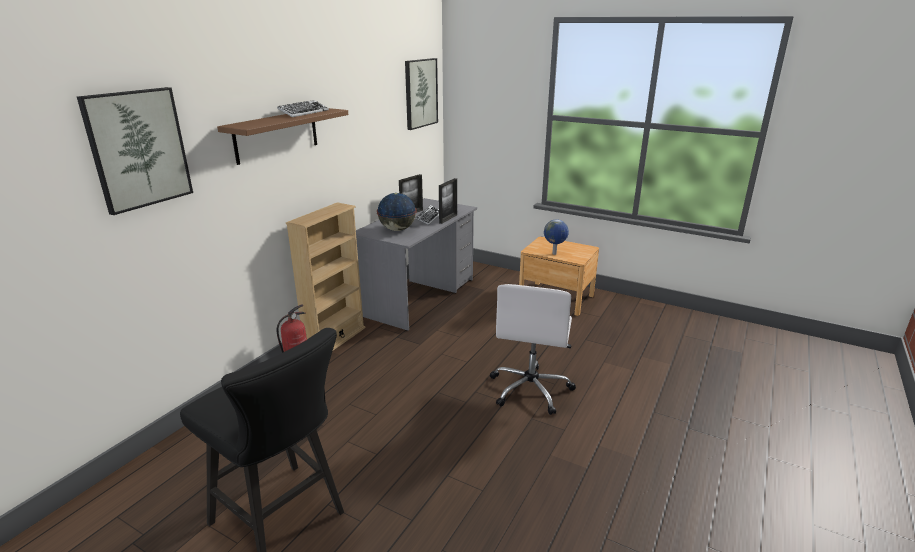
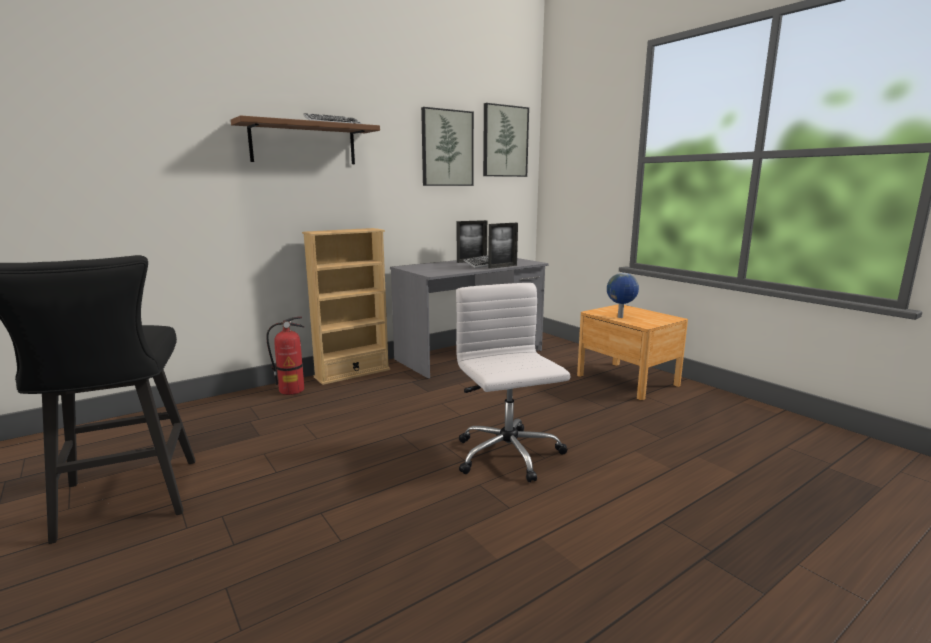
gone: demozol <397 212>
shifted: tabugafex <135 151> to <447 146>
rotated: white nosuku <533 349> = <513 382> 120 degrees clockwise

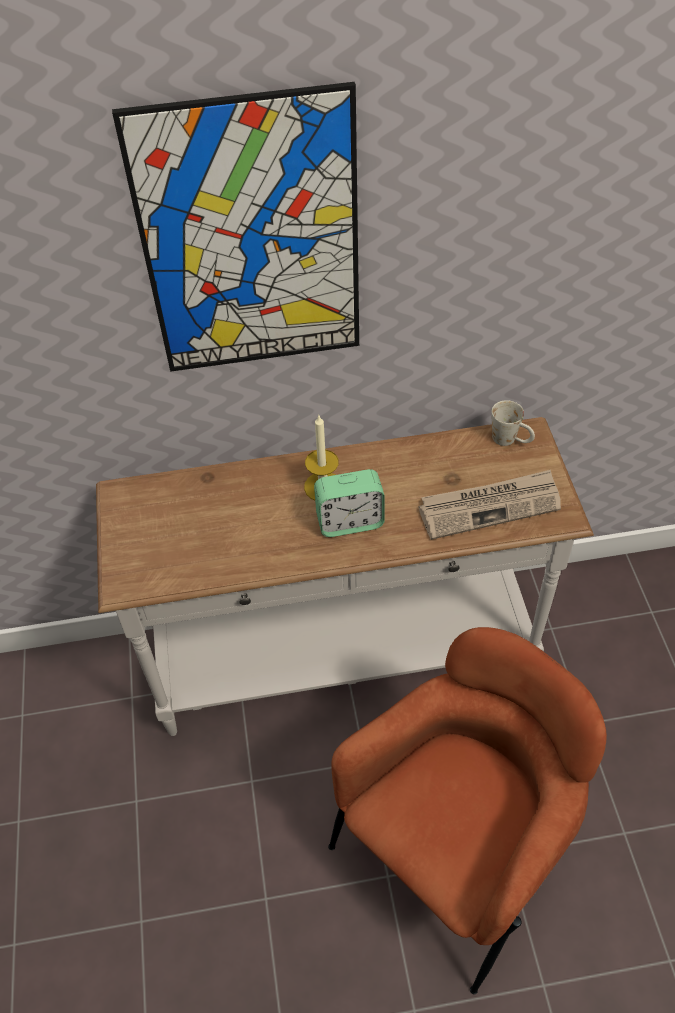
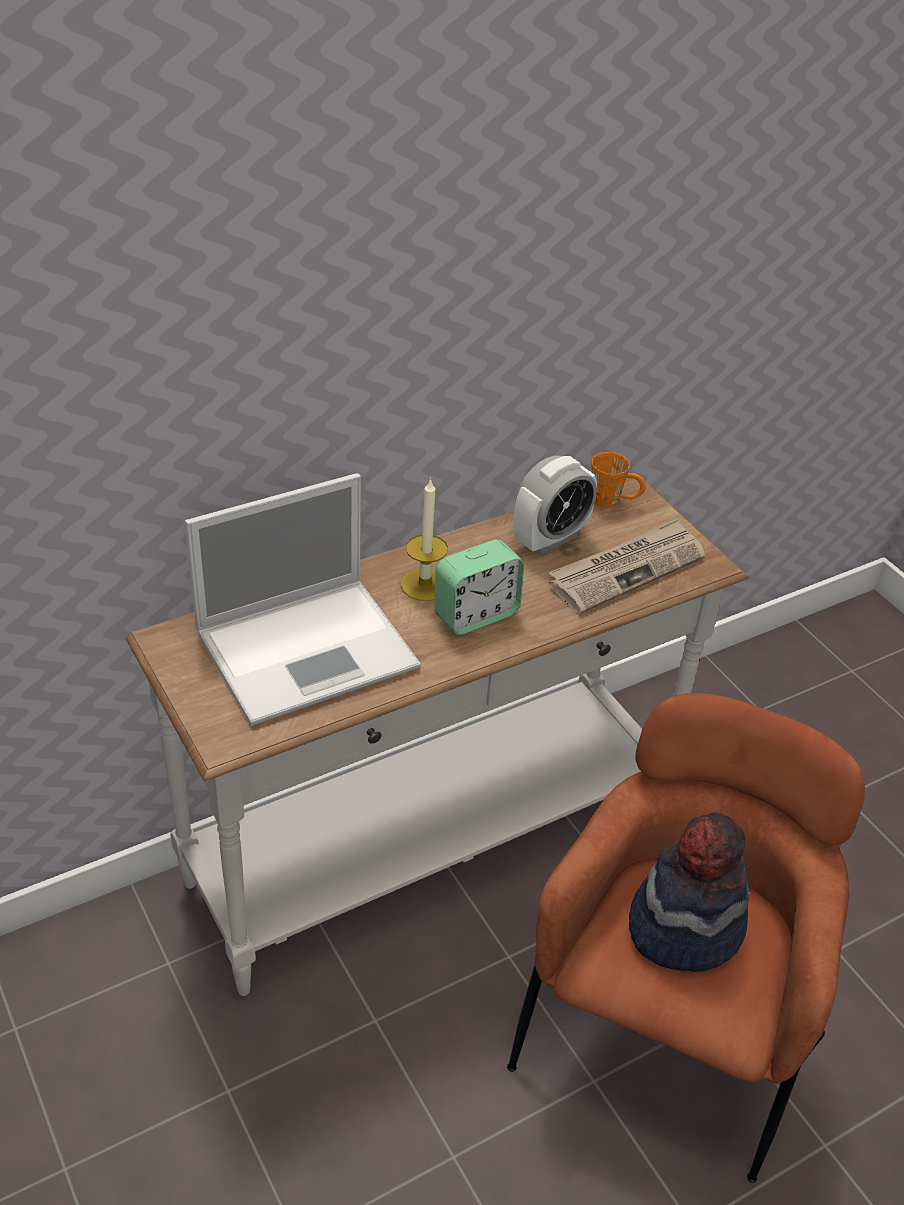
gone: tabugafex <235 227>
new: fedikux <303 599>; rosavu <555 505>; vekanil <689 892>
repainted: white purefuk <513 423> to orange purefuk <618 479>

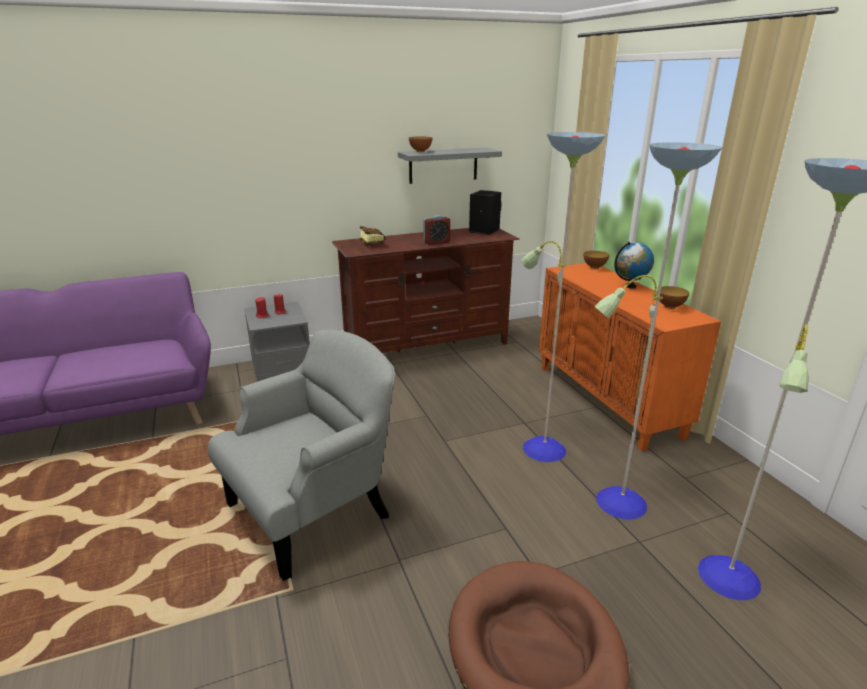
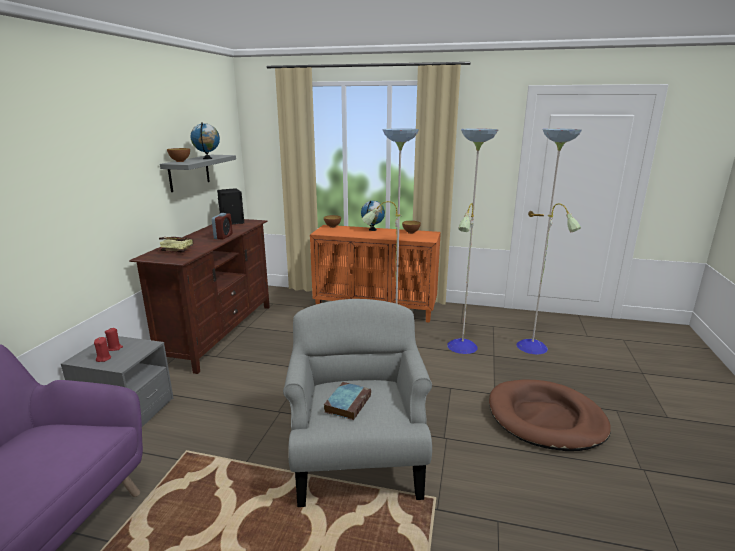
new: demozol <205 140>; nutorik <347 401>

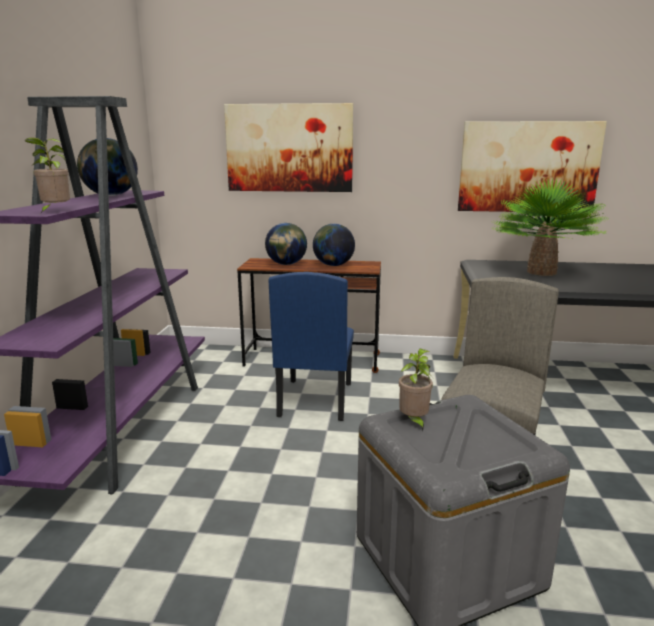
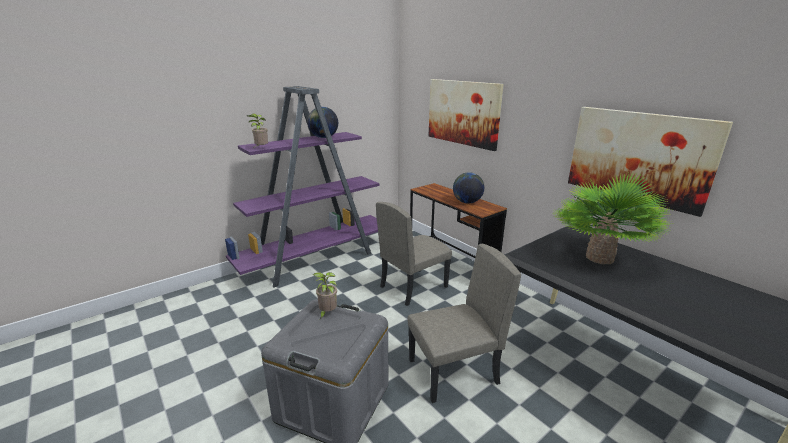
gone: demozol <286 244>
repainted: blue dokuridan <311 346> to beige dokuridan <414 254>

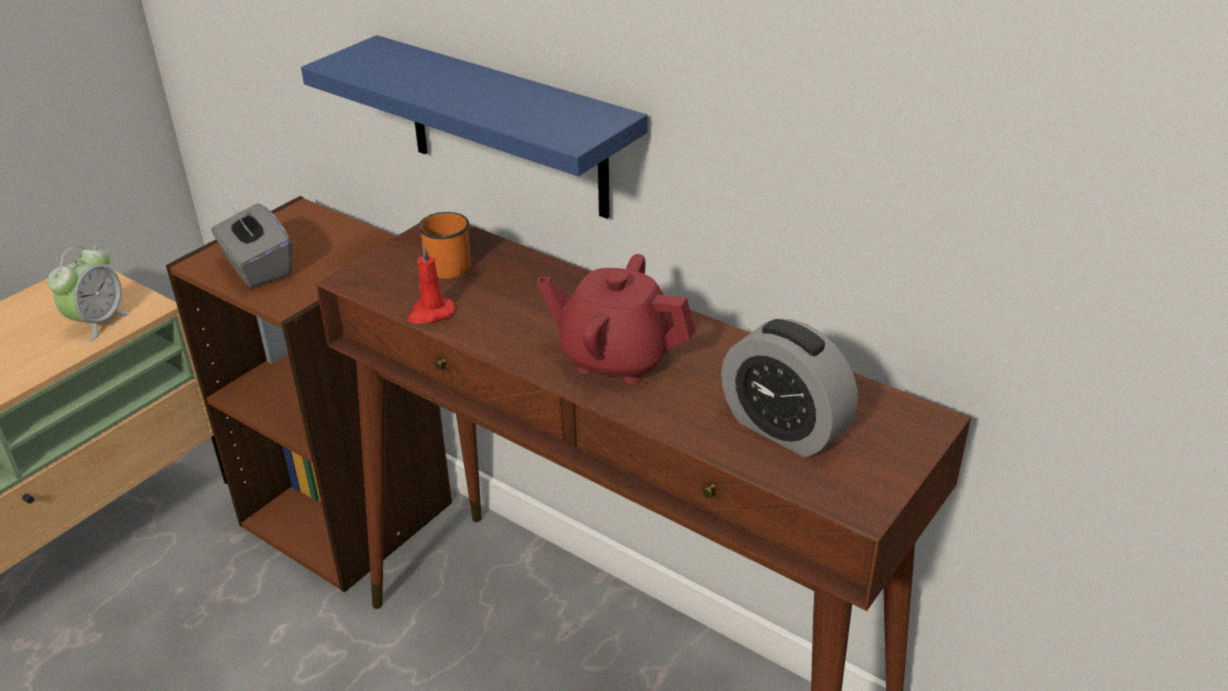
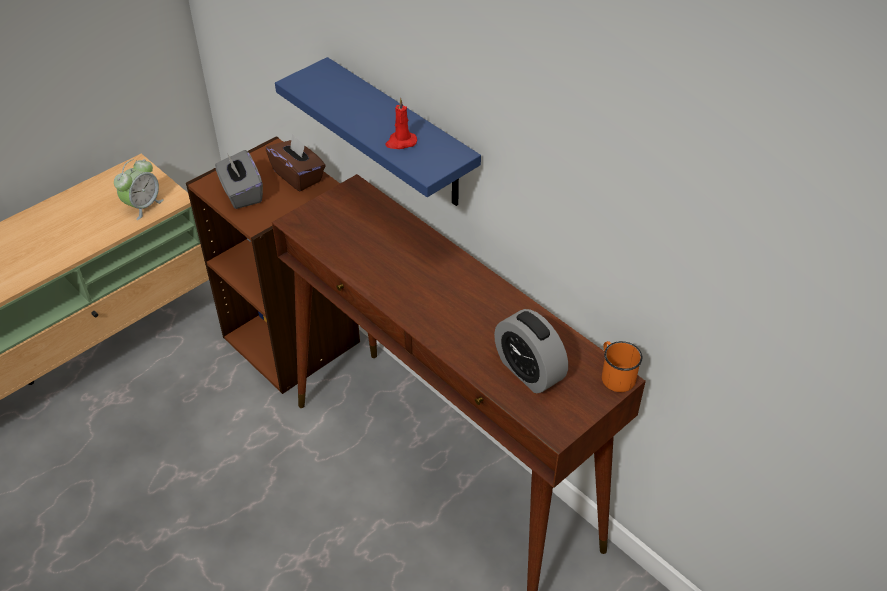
gone: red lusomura <616 319>
new: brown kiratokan <296 162>
shifted: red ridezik <431 284> to <401 123>; orange purefuk <444 245> to <622 366>

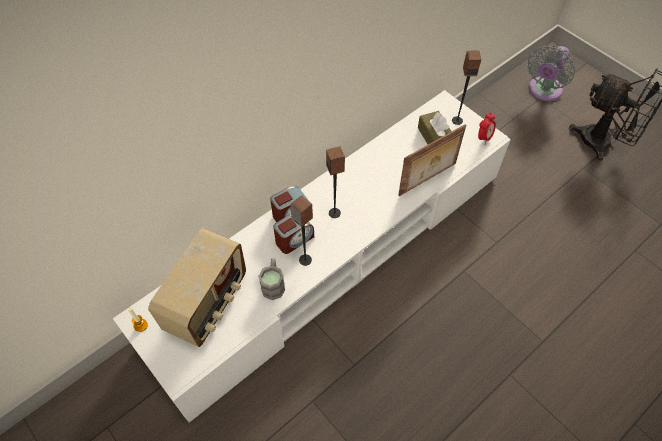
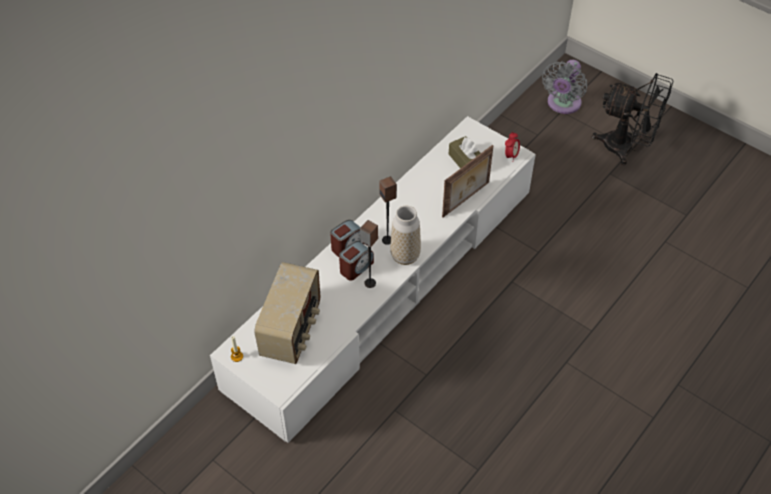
gone: grey purefuk <271 279>; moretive <466 88>
new: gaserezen <405 235>

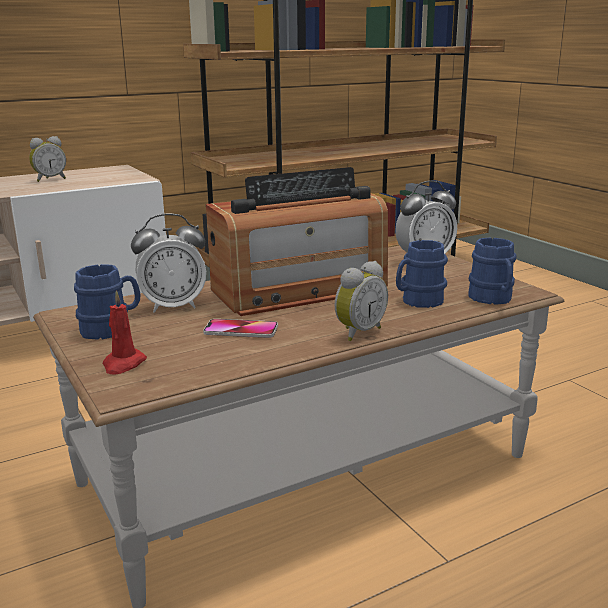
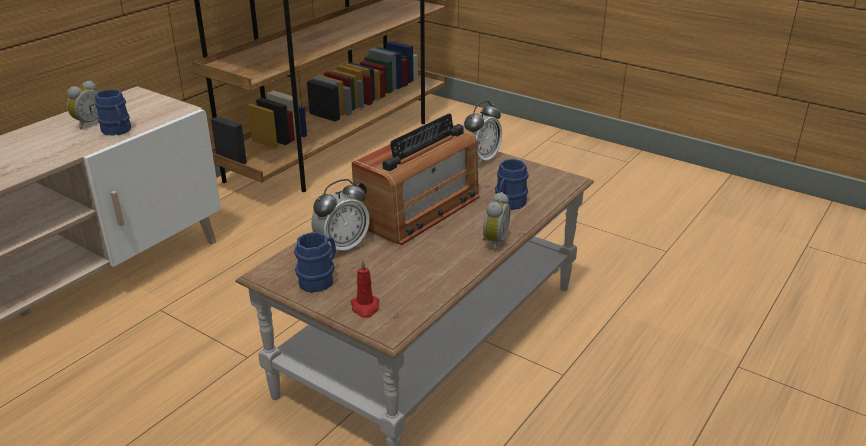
gone: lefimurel <240 328>
shifted: blue purefuk <492 271> to <113 112>

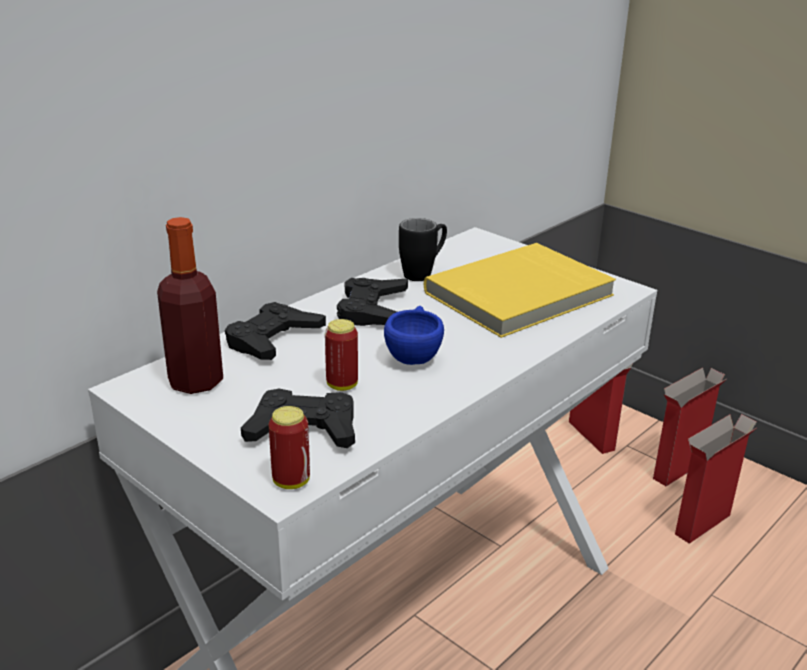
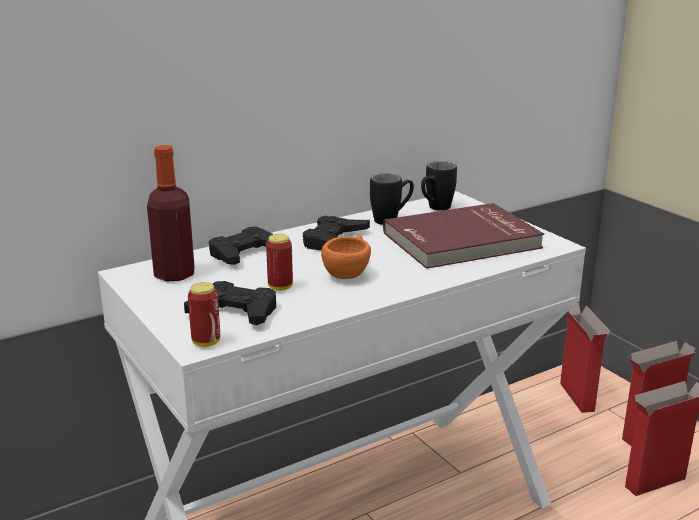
new: black purefuk <439 186>
repainted: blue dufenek <414 335> to orange dufenek <346 257>; yellow nutorik <520 290> to red nutorik <463 236>

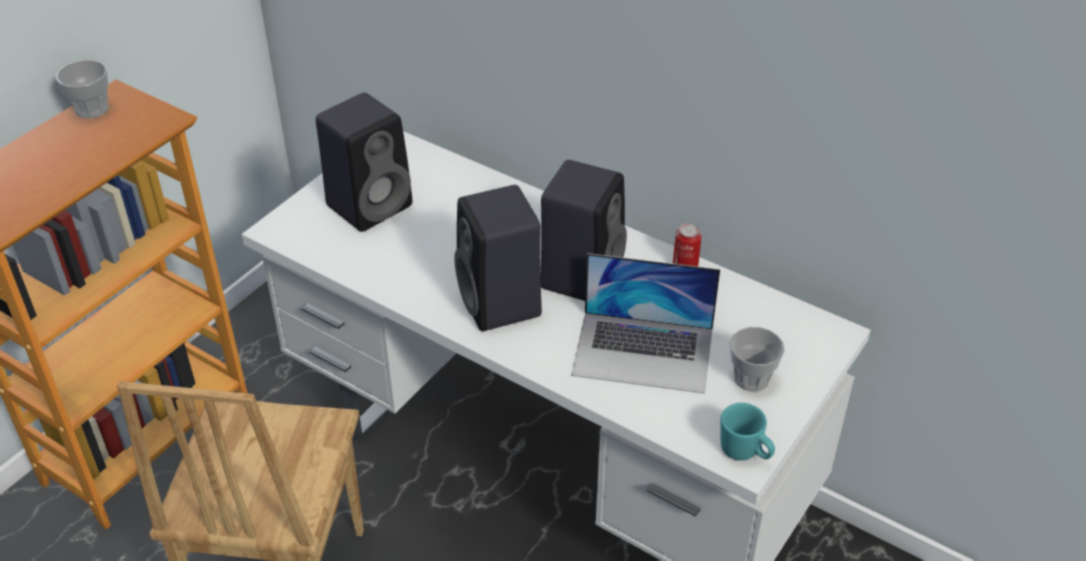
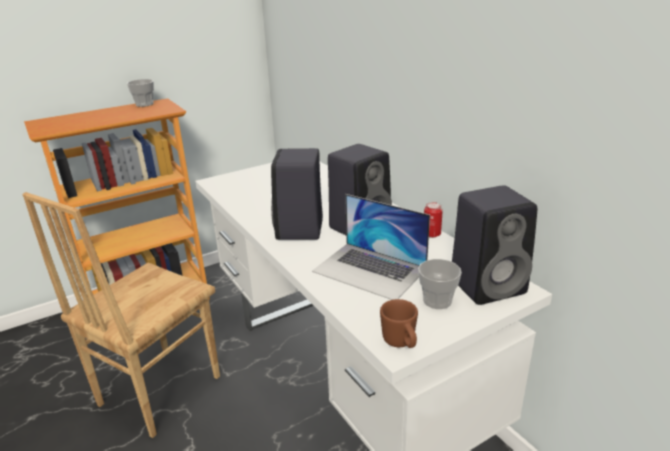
shifted: black moretive <364 162> to <494 245>
repainted: turquoise purefuk <747 431> to brown purefuk <399 323>

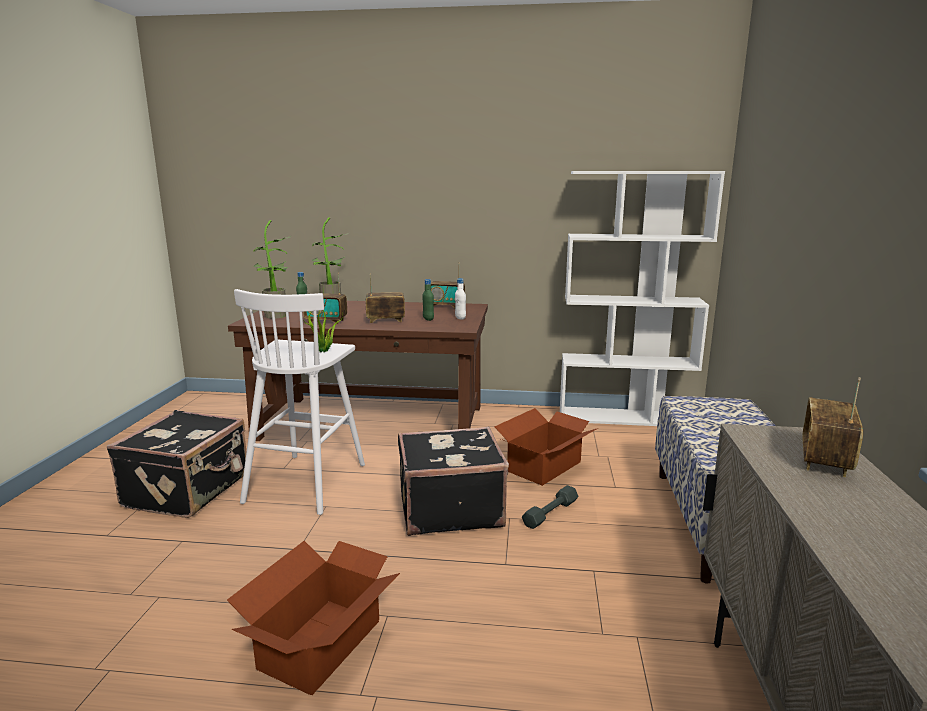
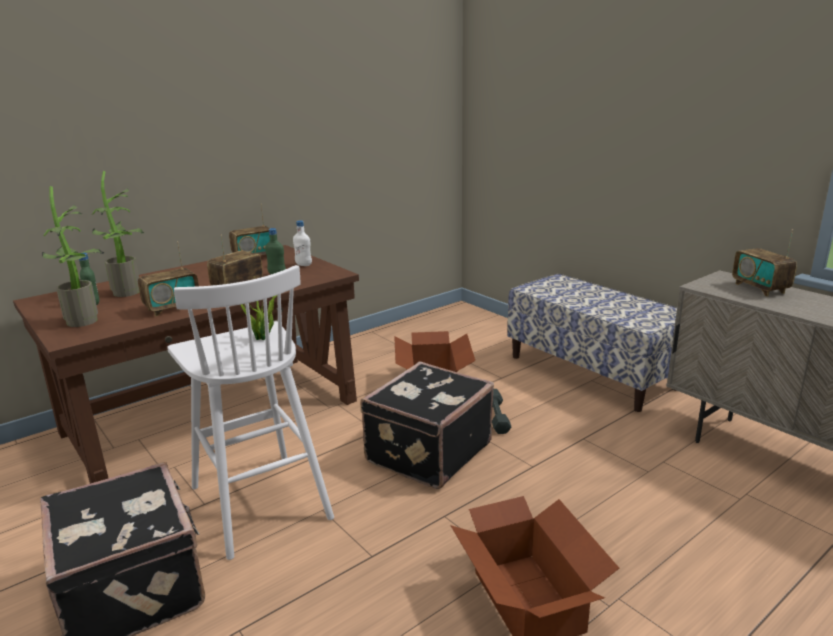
gone: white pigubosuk <642 298>

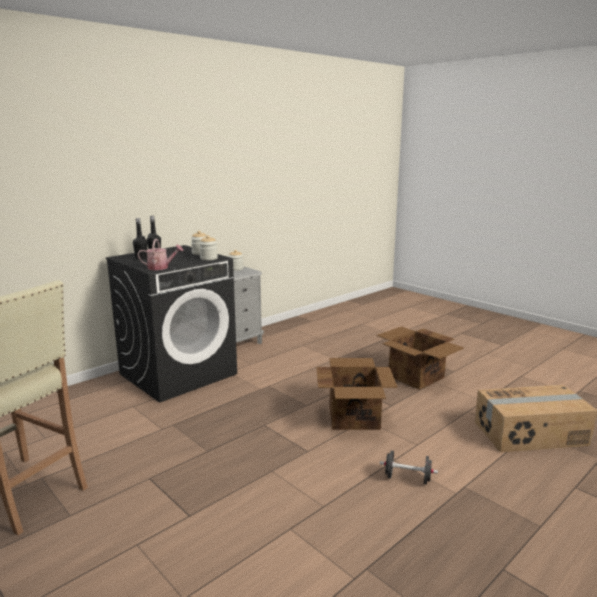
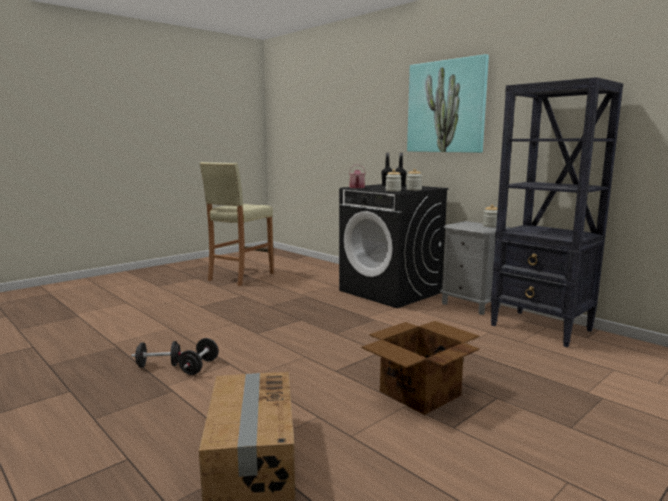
gone: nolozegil <357 394>
new: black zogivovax <157 354>; tabugafex <448 103>; black pigubosuk <556 212>

